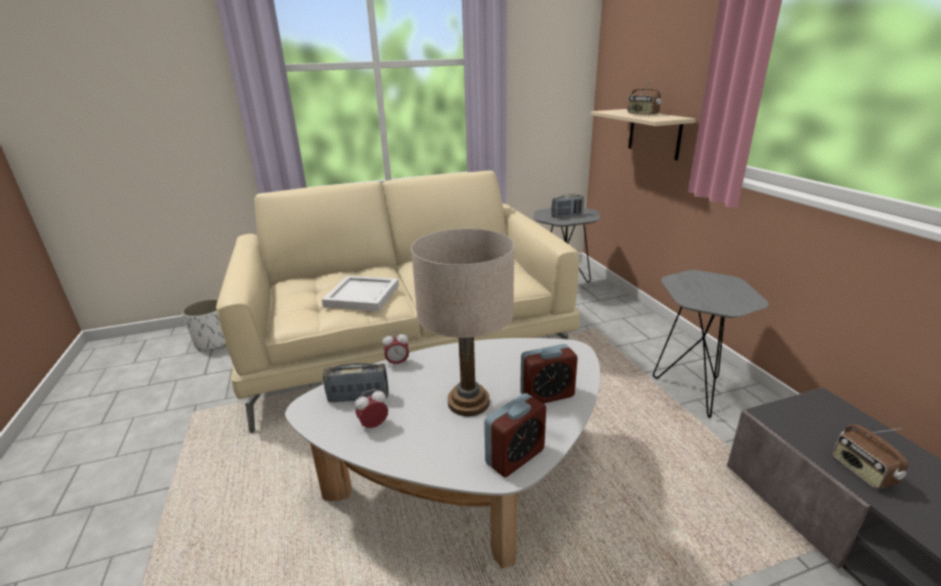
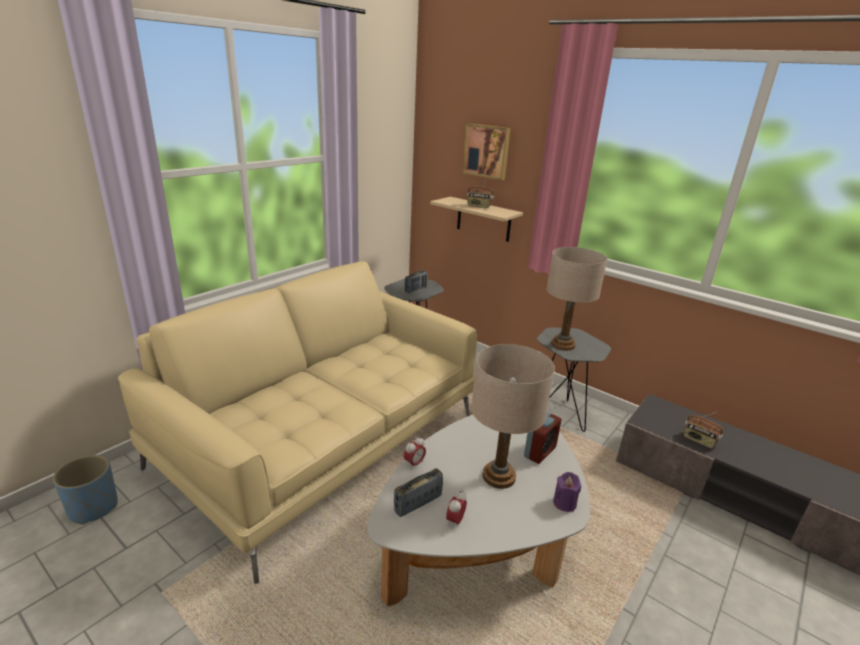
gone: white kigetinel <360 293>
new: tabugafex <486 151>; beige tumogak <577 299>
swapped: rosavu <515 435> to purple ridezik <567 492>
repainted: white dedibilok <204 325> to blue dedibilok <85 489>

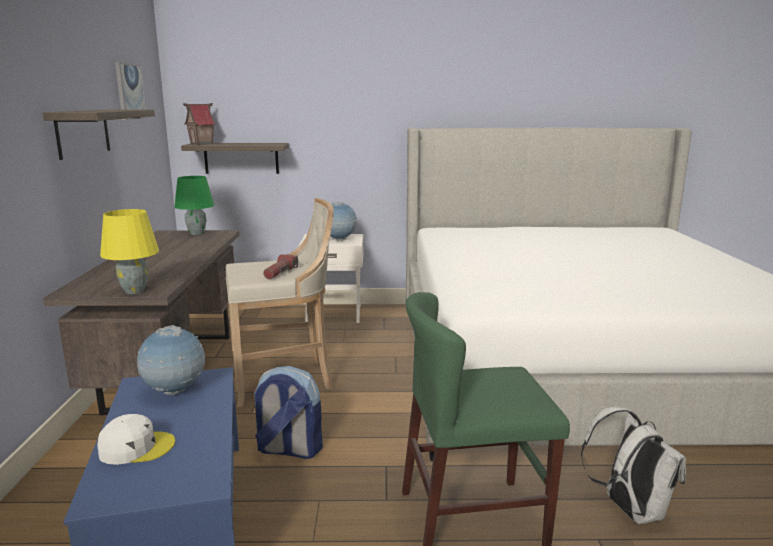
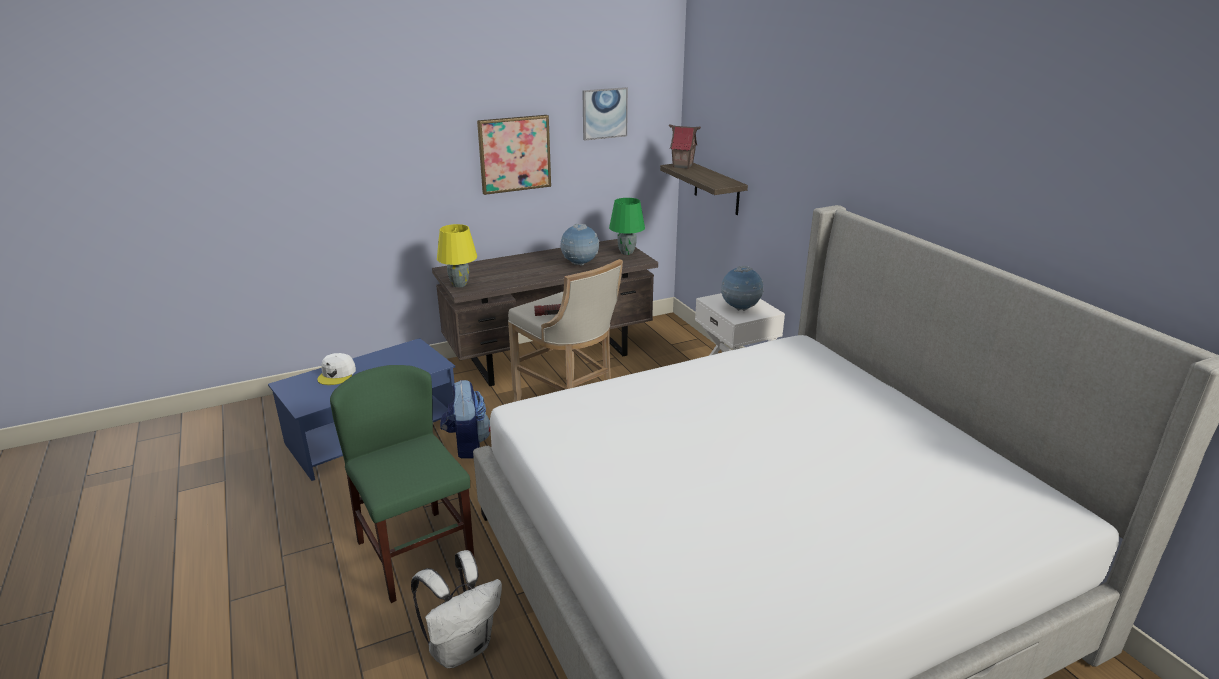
shifted: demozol <171 360> to <579 245>
swapped: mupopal <99 134> to tabugafex <514 155>
rotated: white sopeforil <136 439> = <336 369> 45 degrees clockwise

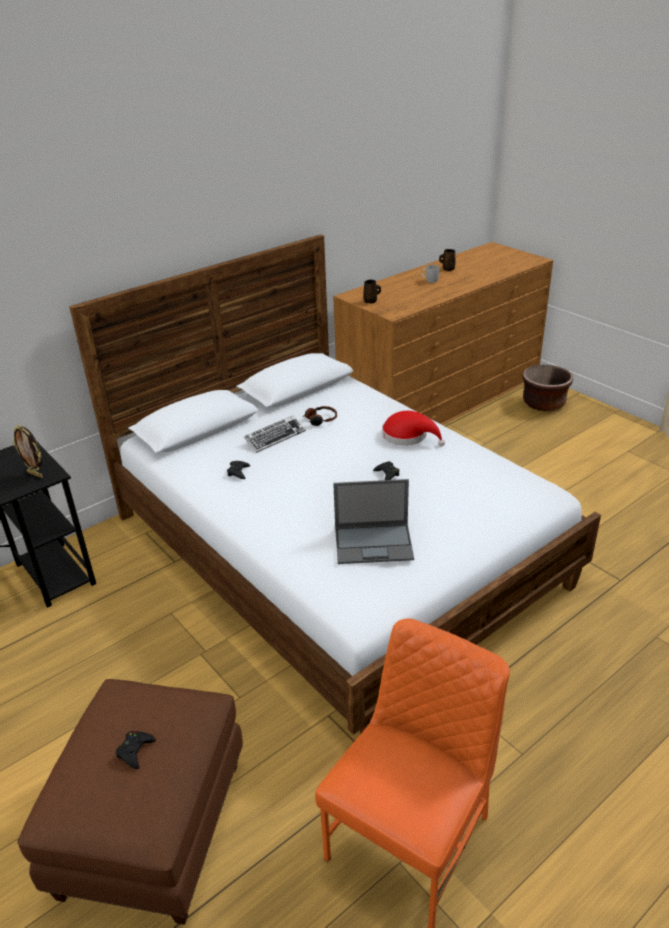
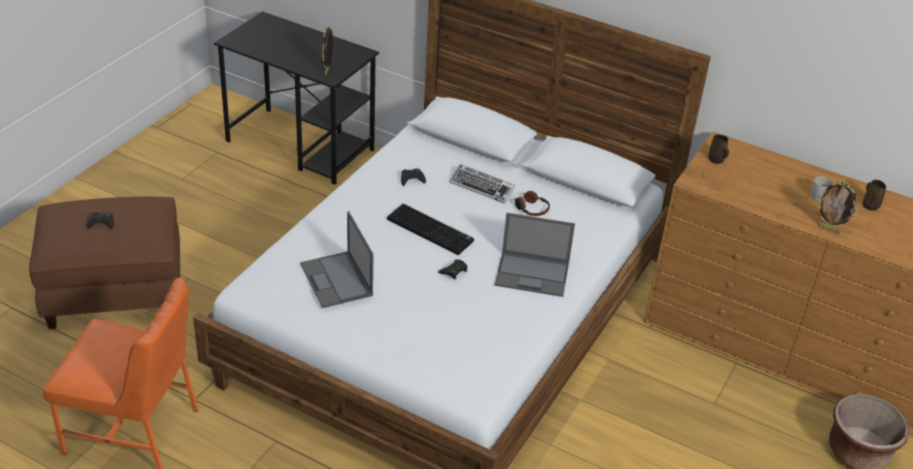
new: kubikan <430 229>; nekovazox <838 208>
swapped: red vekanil <413 428> to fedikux <535 255>

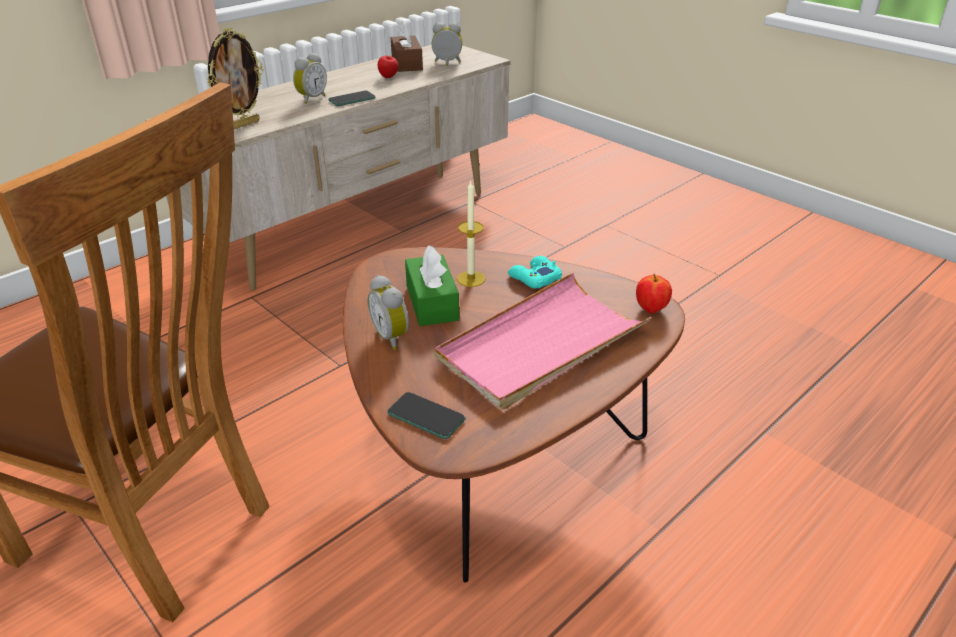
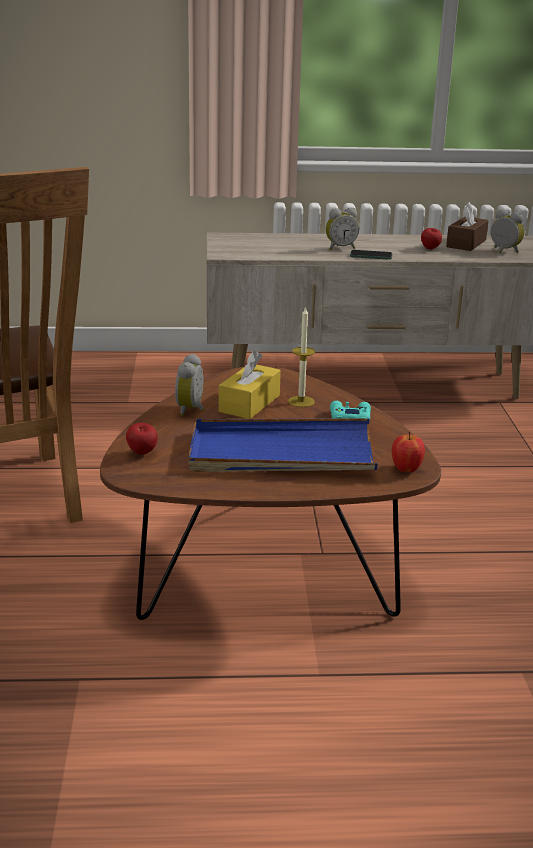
gone: nekovazox <235 78>
swapped: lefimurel <426 415> to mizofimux <142 439>
repainted: pink kigetinel <543 341> to blue kigetinel <283 445>; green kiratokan <432 285> to yellow kiratokan <250 385>

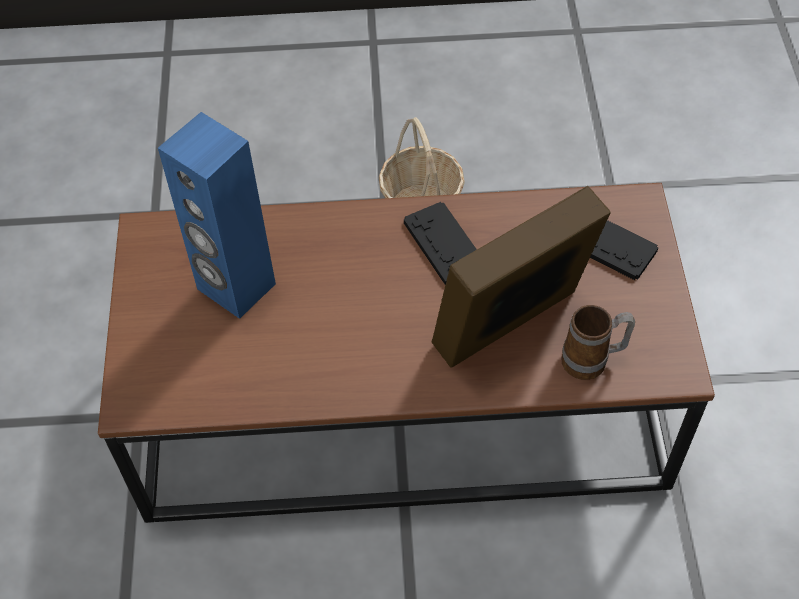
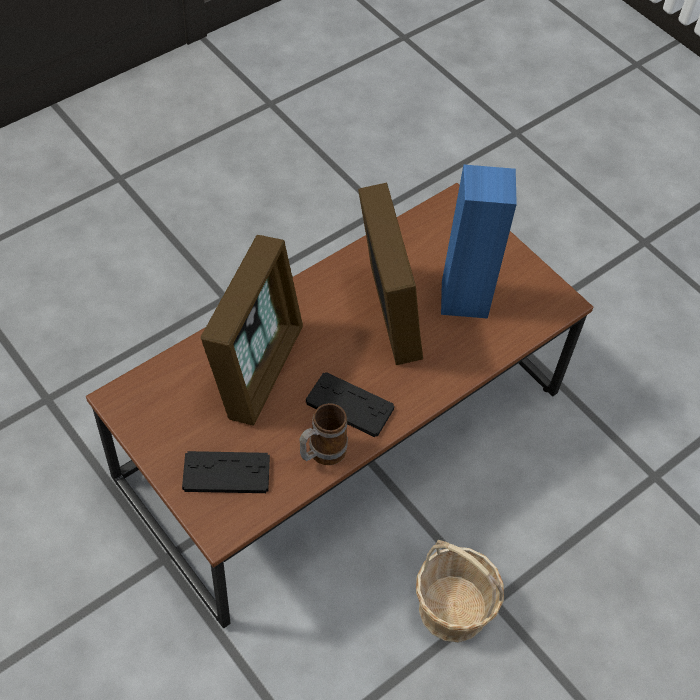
new: nekovazox <390 274>
shifted: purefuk <598 342> to <323 434>

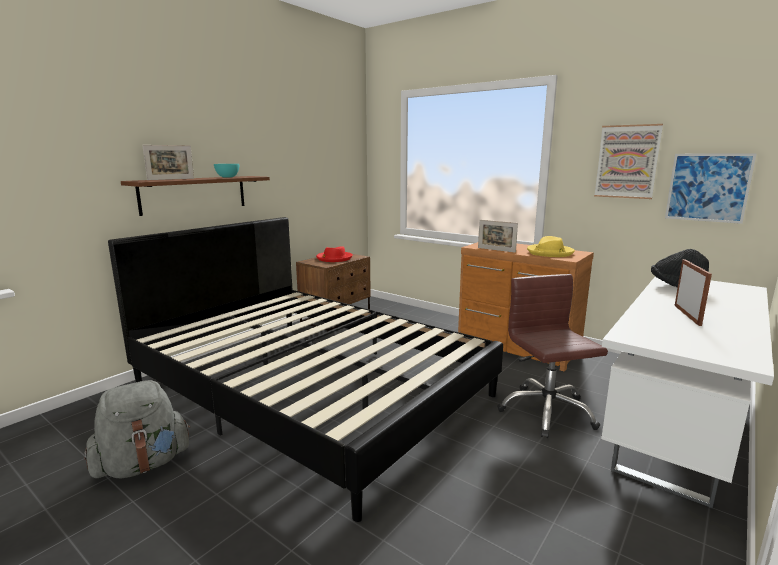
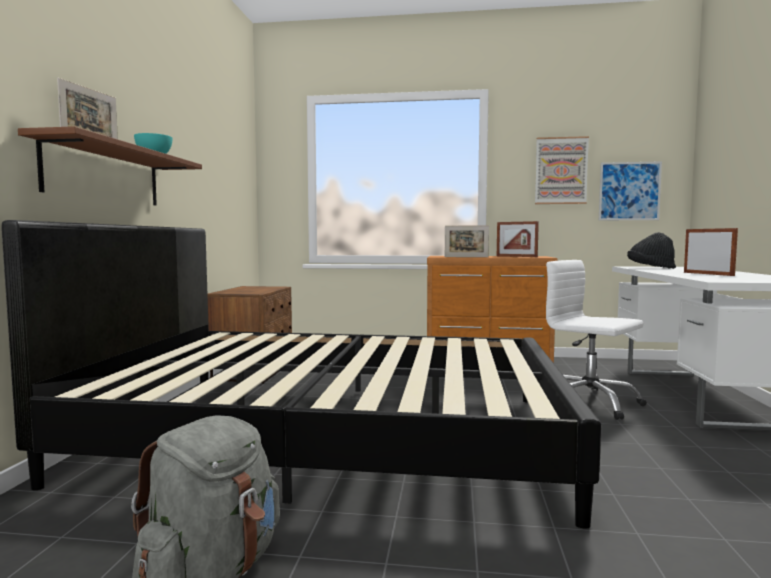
gone: red vekanil <334 254>
swapped: yellow vekanil <551 246> to nekovazox <518 239>
repainted: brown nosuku <552 356> to white nosuku <596 340>

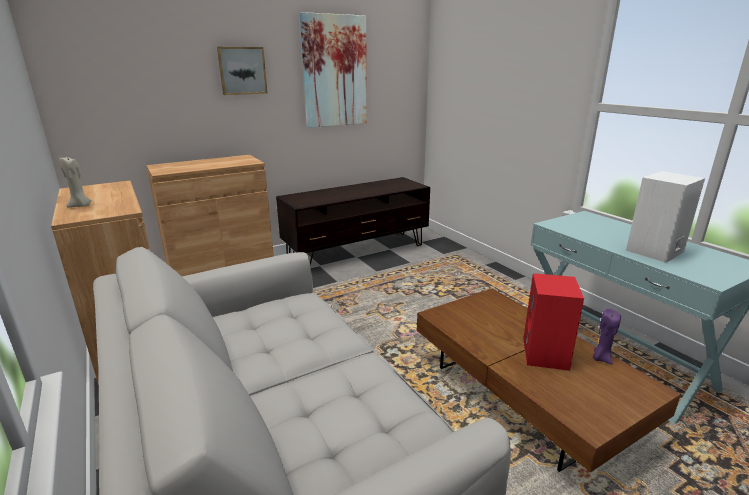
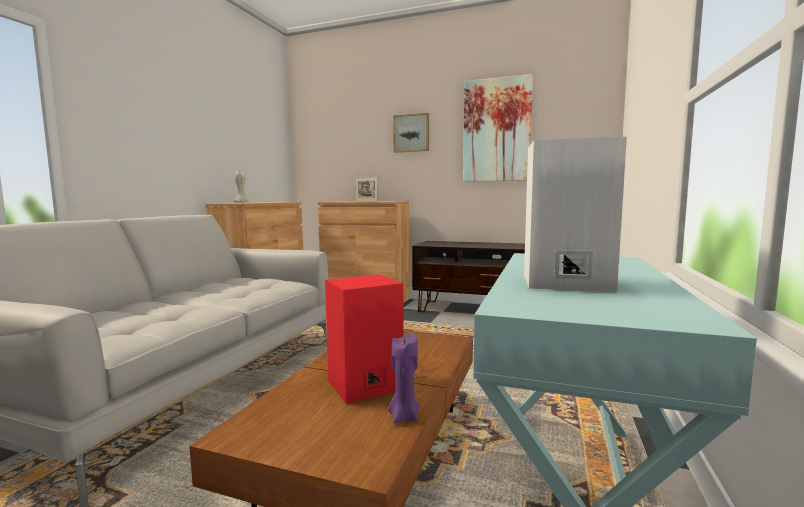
new: nekovazox <367 189>

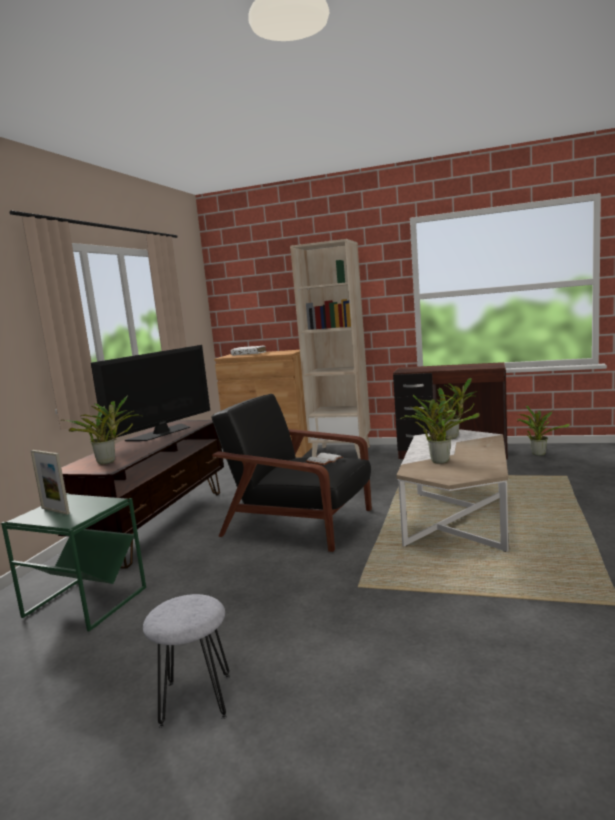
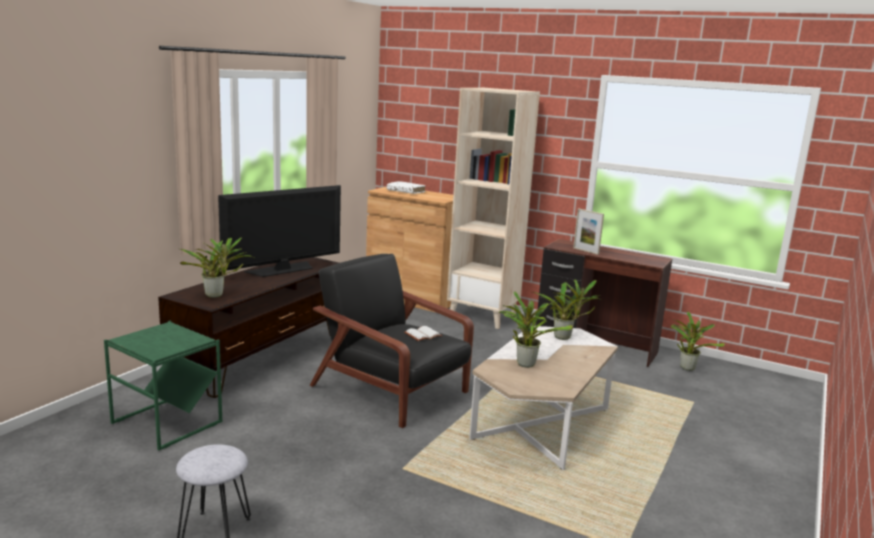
shifted: nekovazox <50 482> to <588 232>

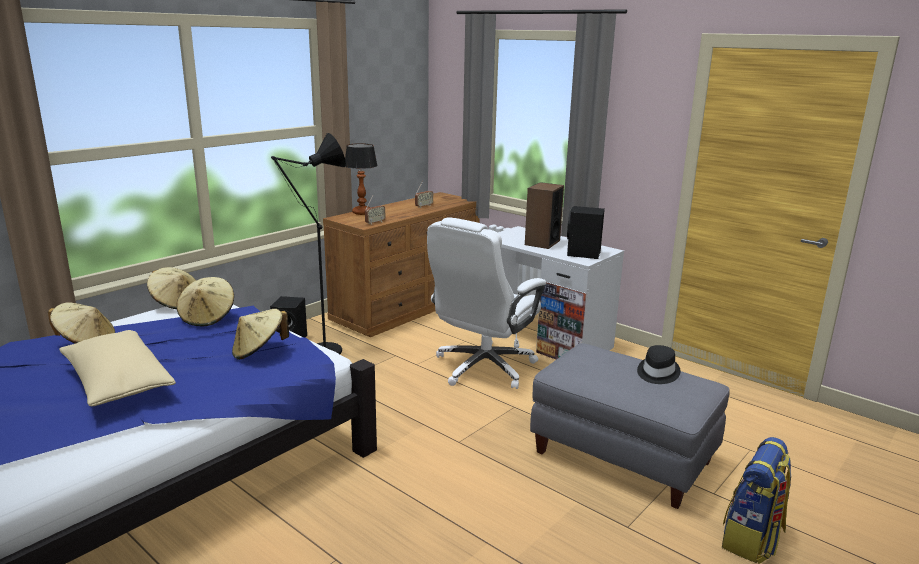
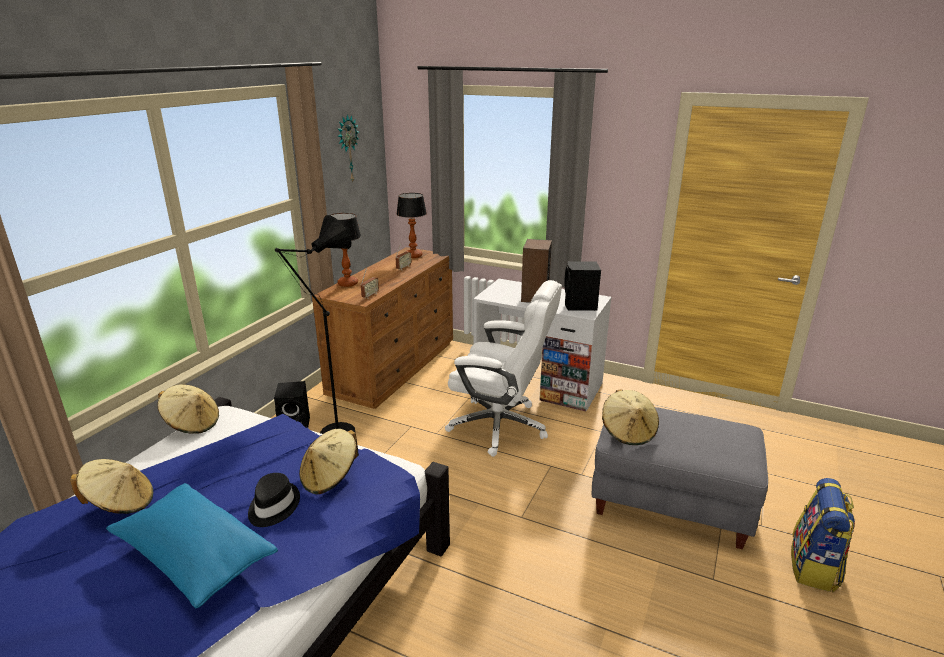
new: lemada <348 149>; tumogak <411 225>
shifted: black vekanil <659 364> to <274 500>; beige vekanil <205 301> to <630 417>
repainted: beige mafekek <117 368> to blue mafekek <192 545>
rotated: white nosuku <486 303> = <503 368> 90 degrees counterclockwise

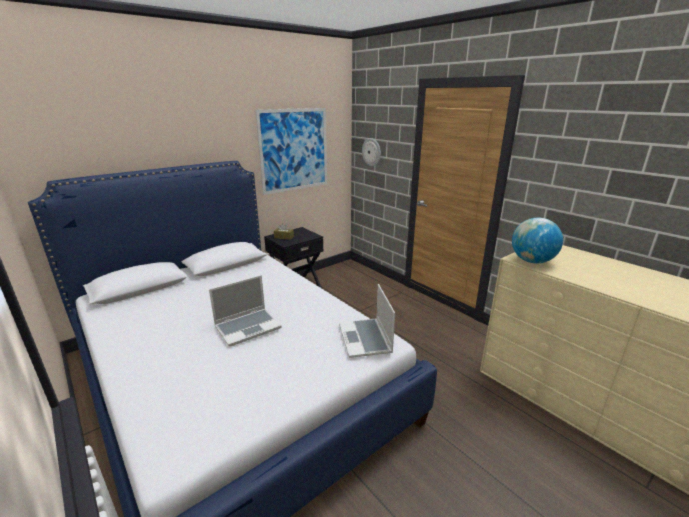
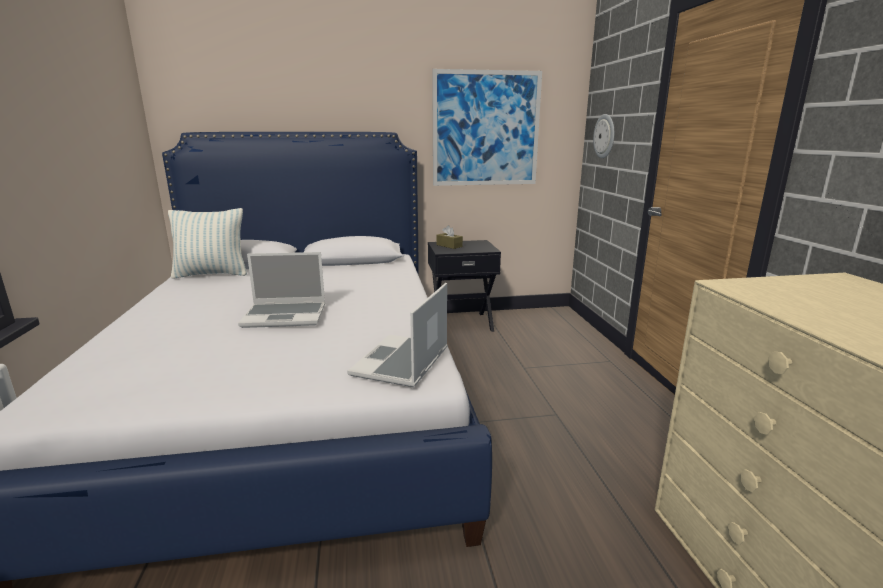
gone: demozol <537 240>
new: mafekek <207 243>

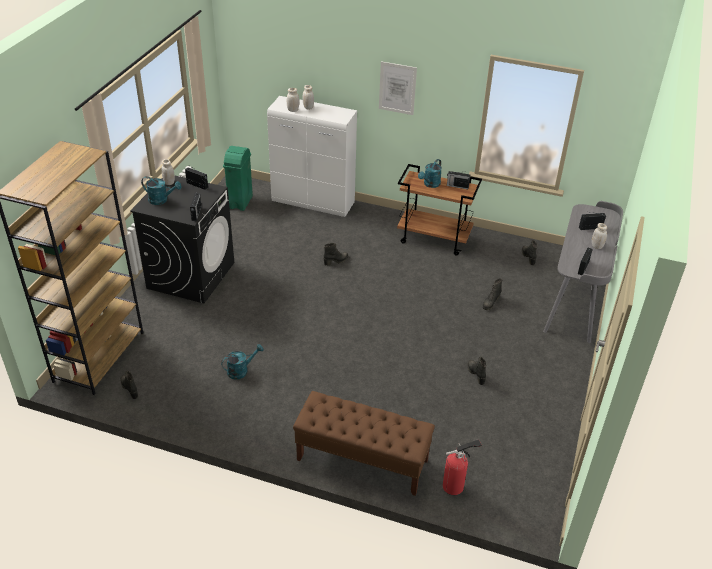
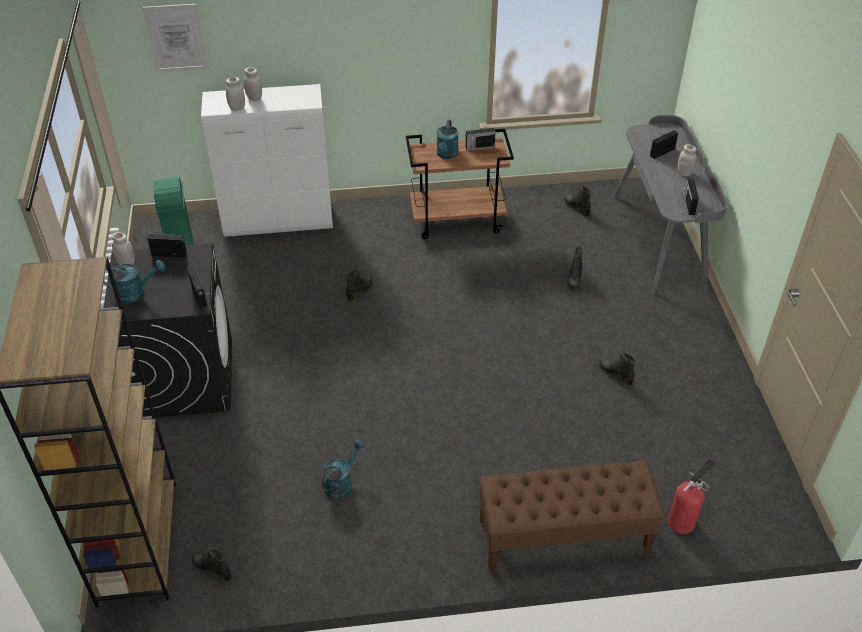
shifted: tabugafex <398 88> to <175 38>

